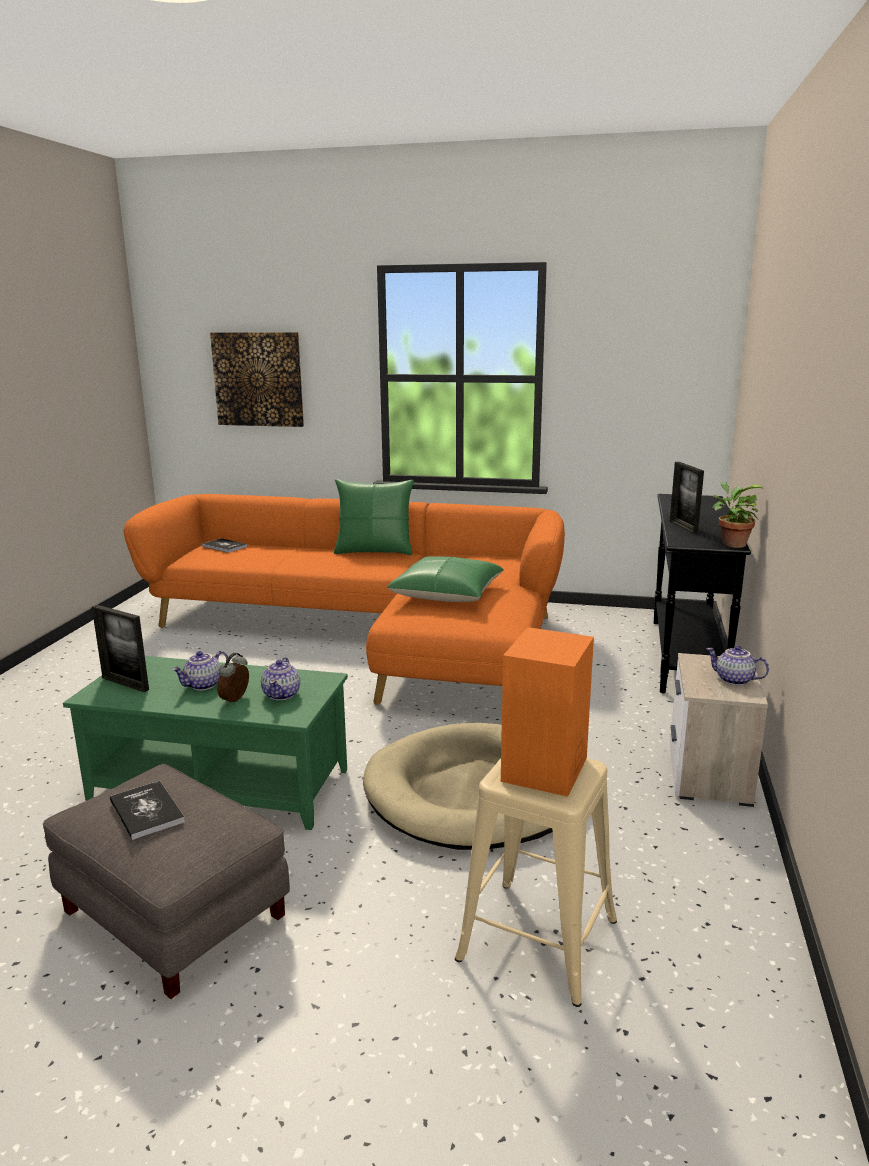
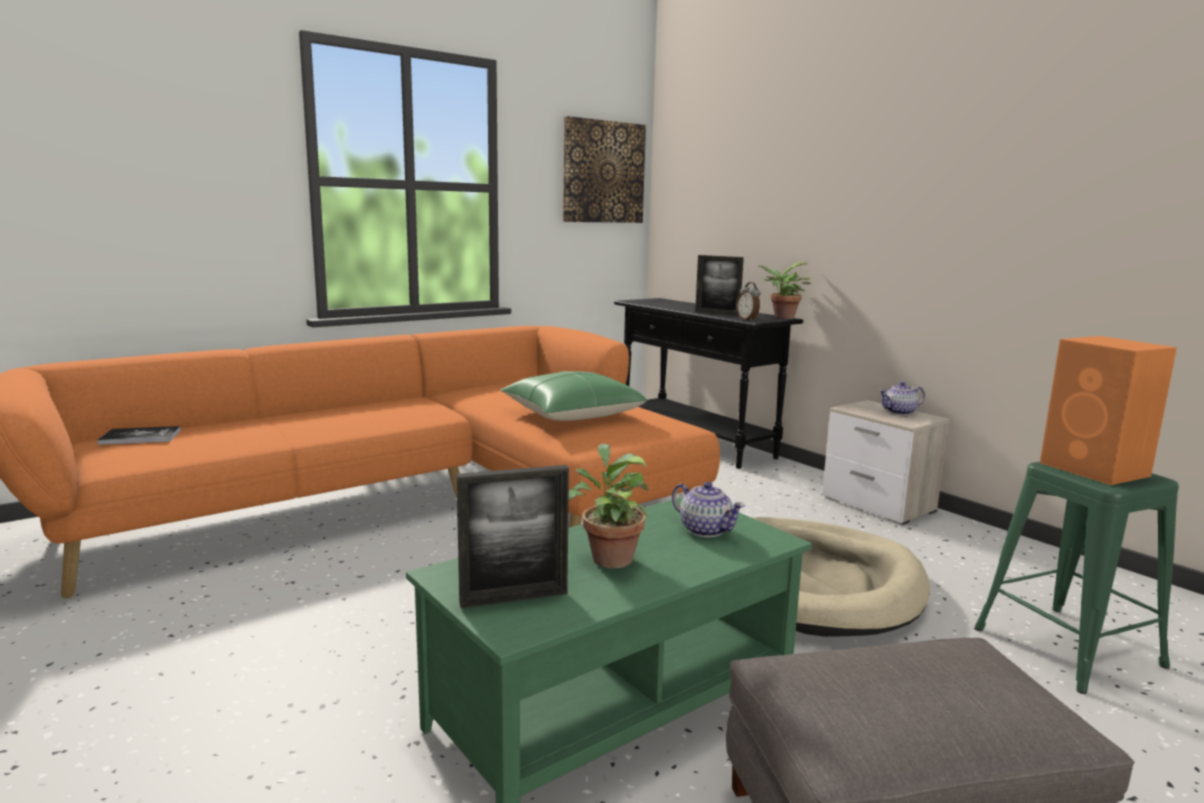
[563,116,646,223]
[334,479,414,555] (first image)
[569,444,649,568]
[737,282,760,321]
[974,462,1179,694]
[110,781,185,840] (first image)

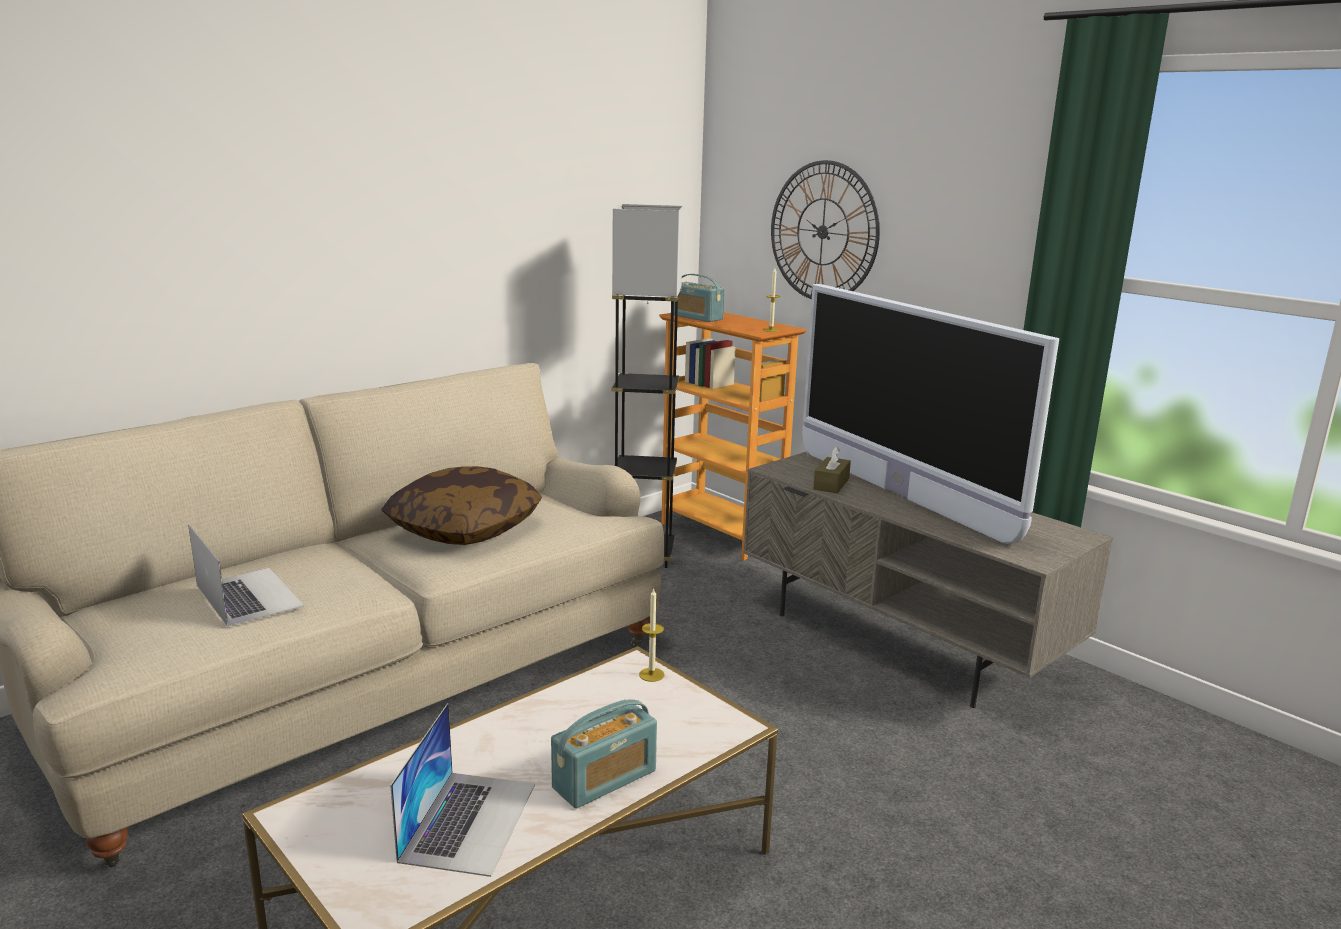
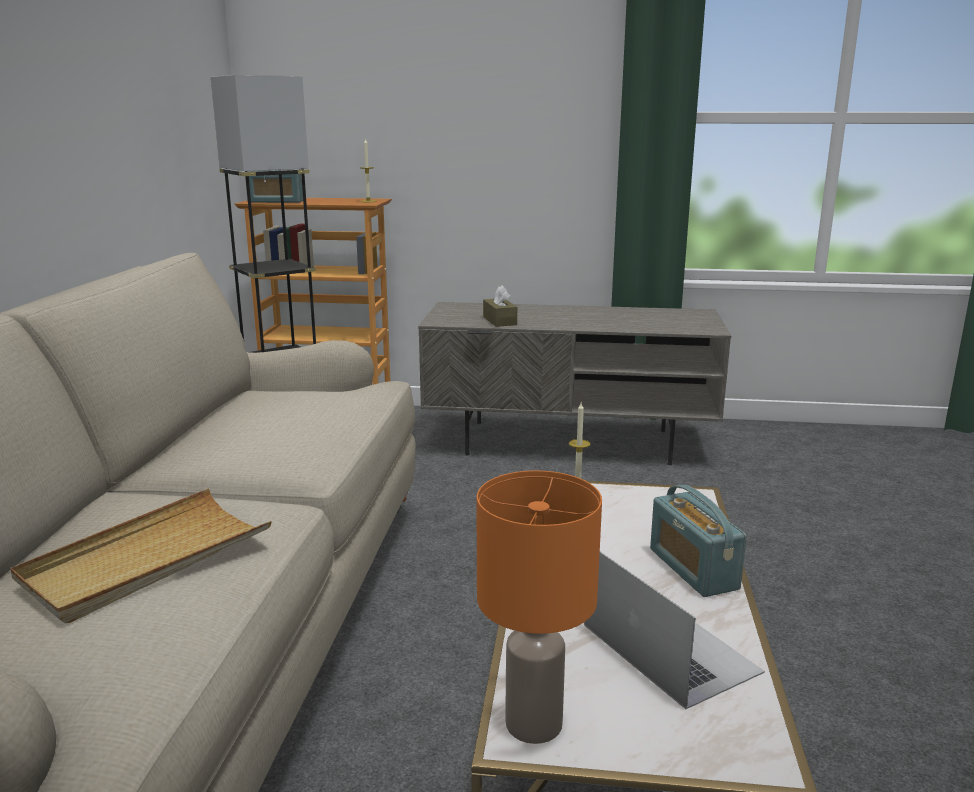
[771,160,880,299] (first image)
[802,284,1059,544] (first image)
[381,466,542,545] (first image)
[10,488,272,623]
[650,485,747,597]
[476,470,602,744]

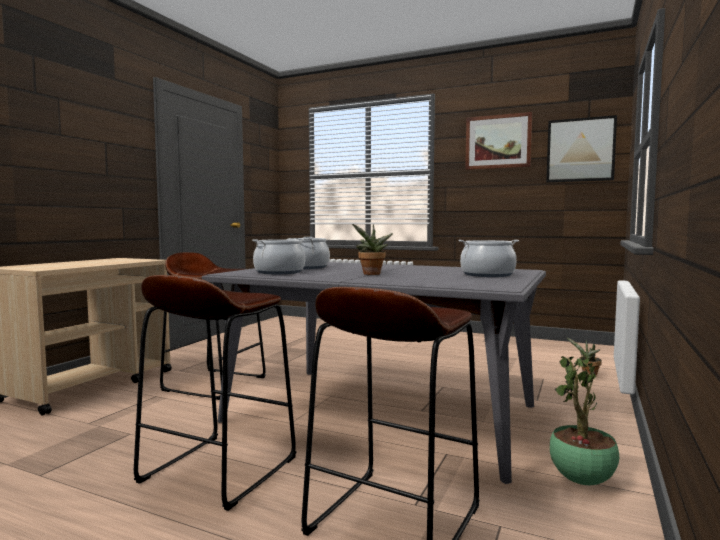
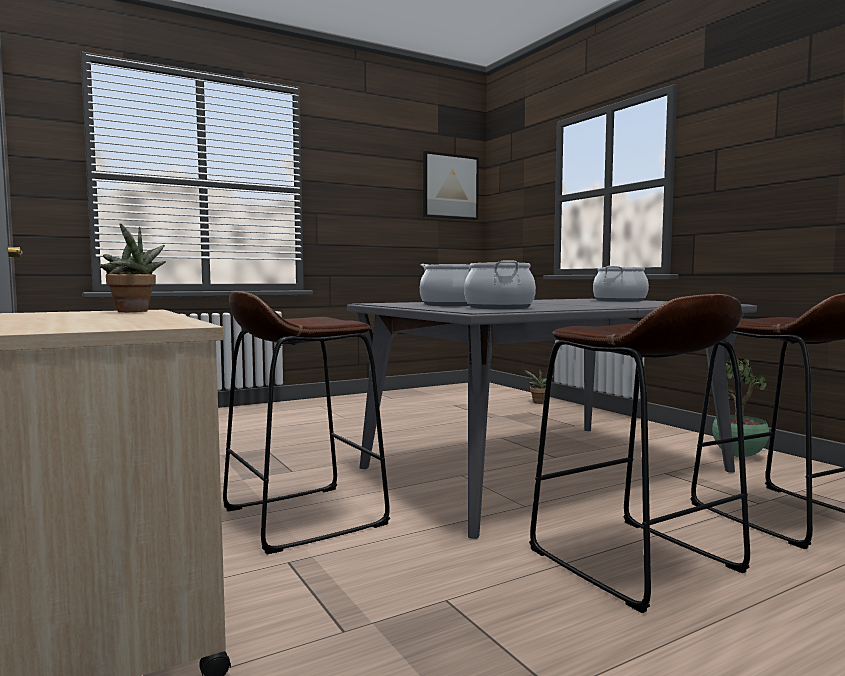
[465,112,532,170] (first image)
[100,223,166,312]

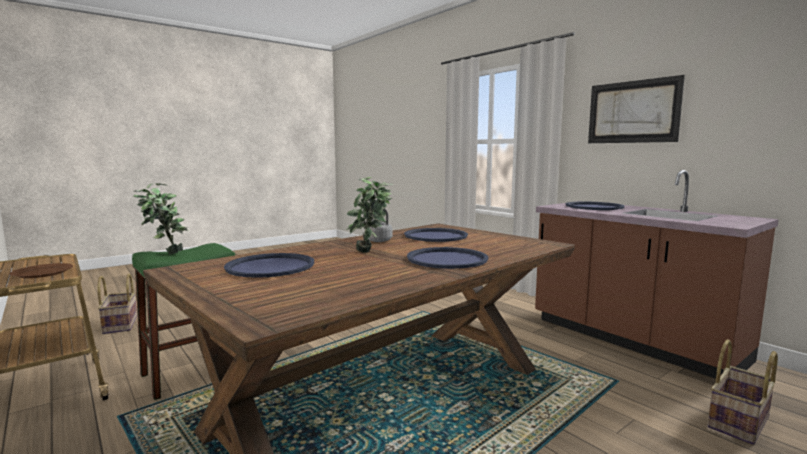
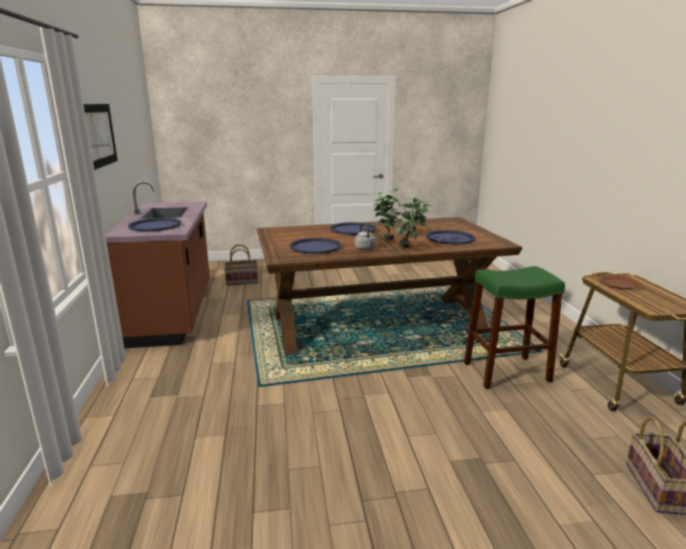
[395,196,431,248]

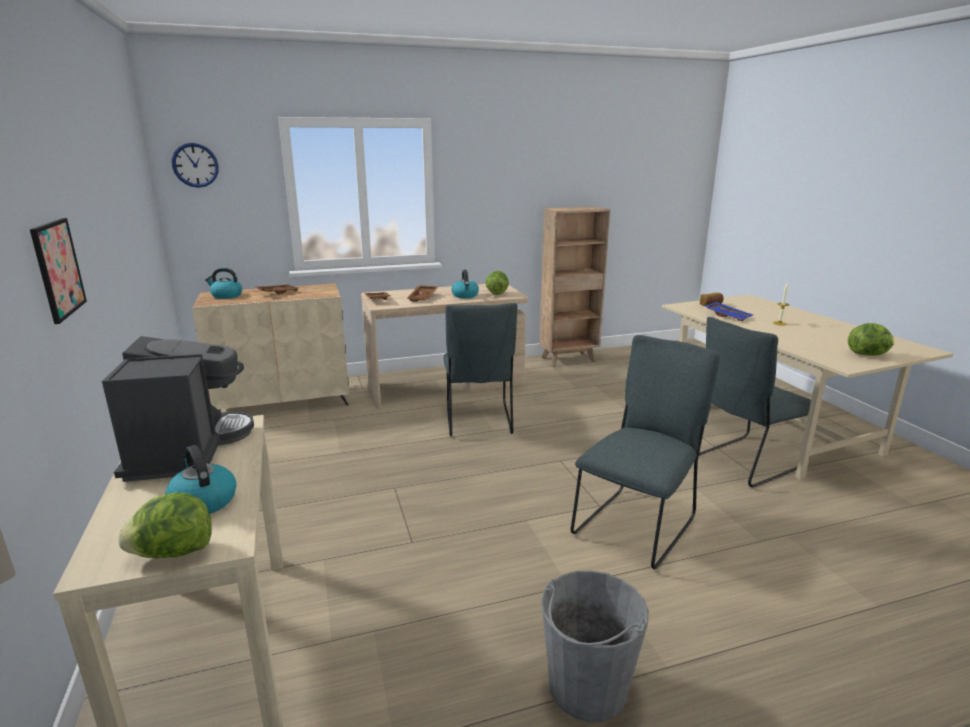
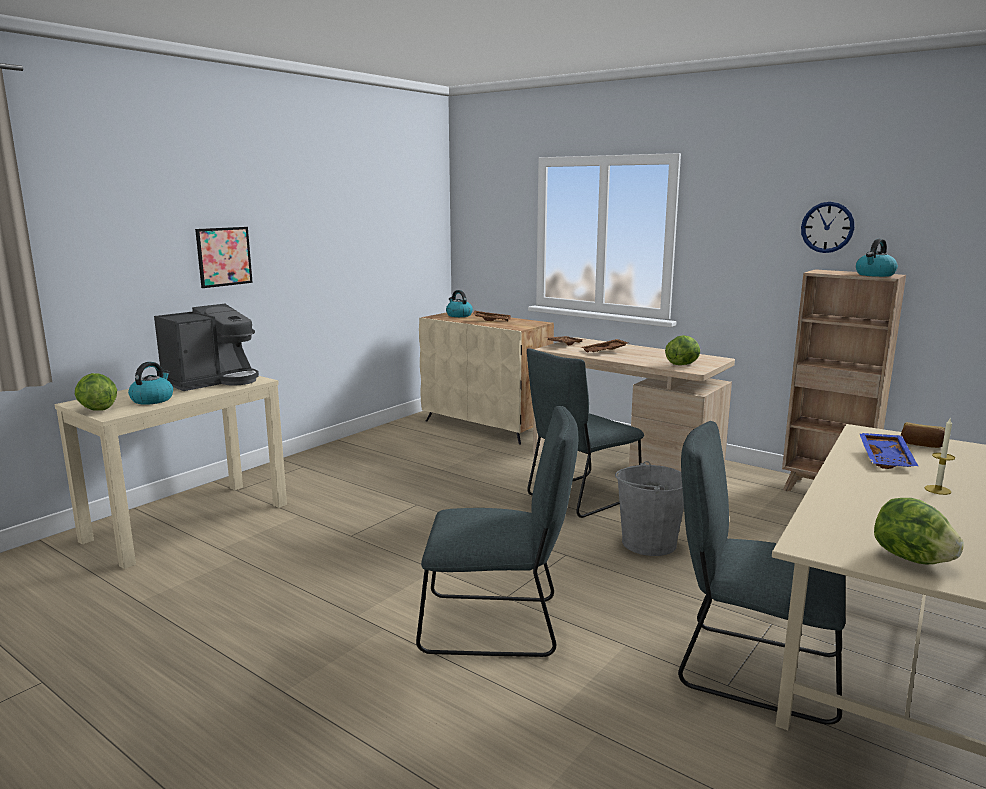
[801,202,855,253]
[856,239,898,277]
[615,461,684,556]

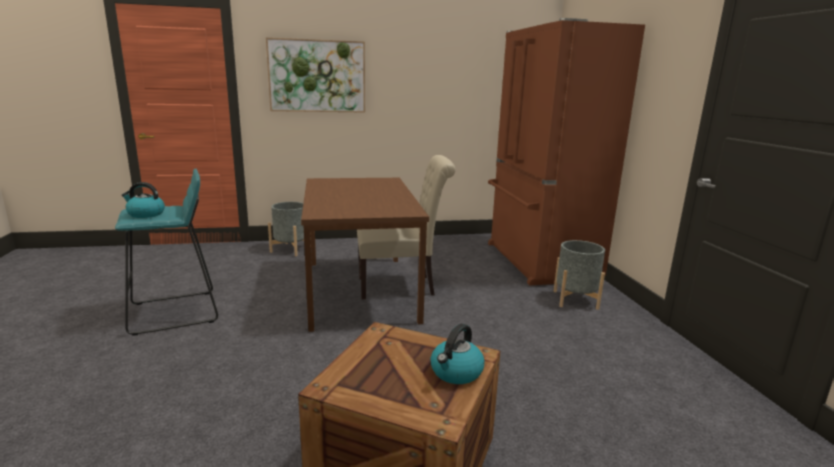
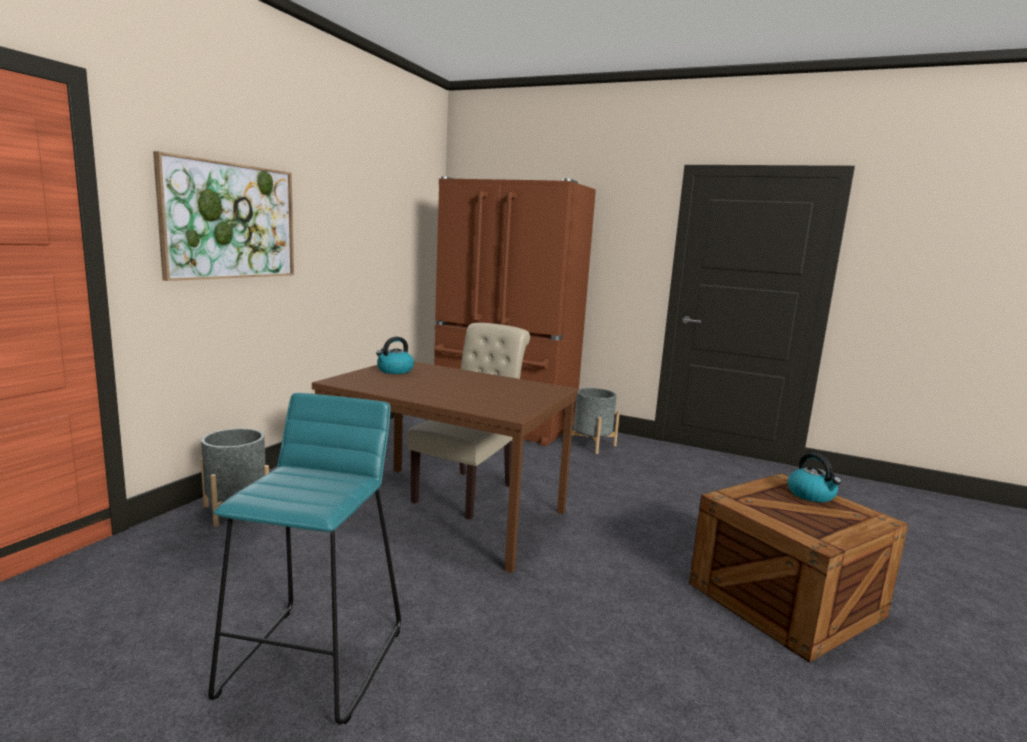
[376,337,414,374]

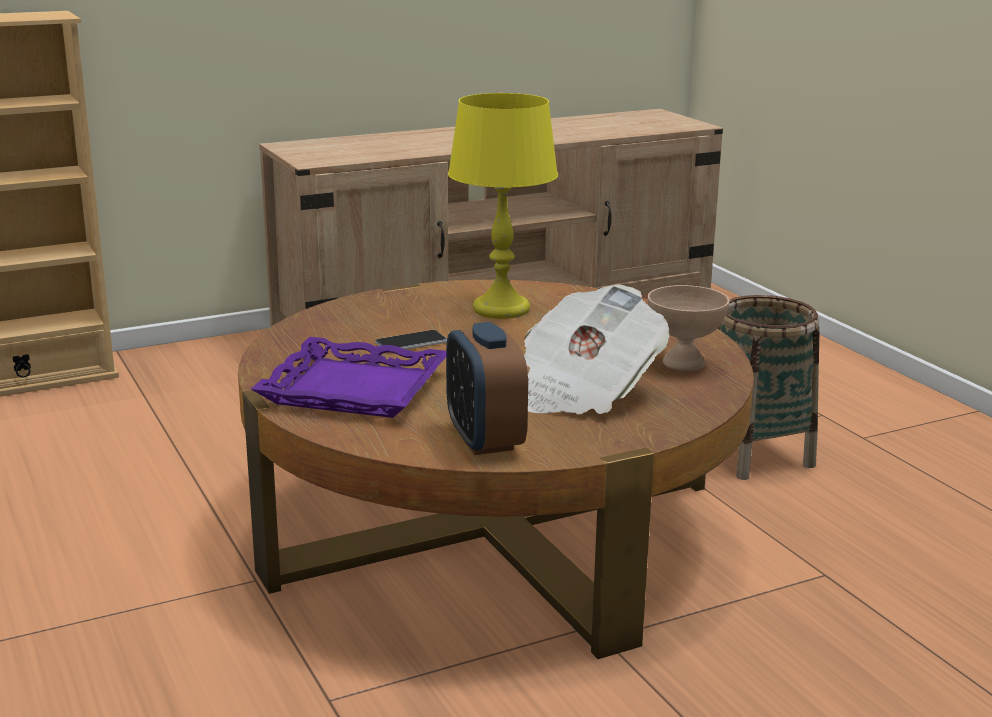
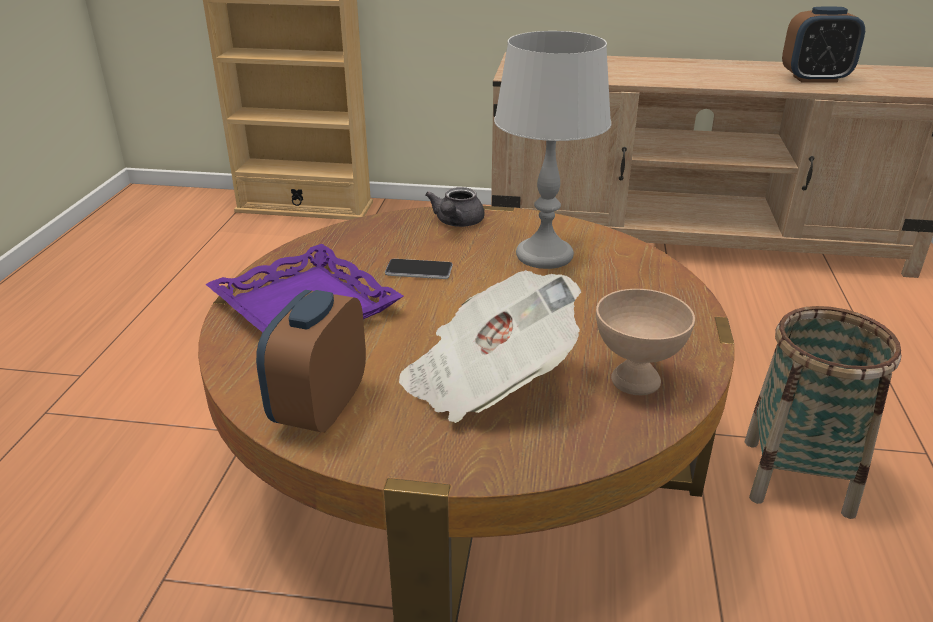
[494,31,611,269]
[782,6,865,83]
[425,187,485,227]

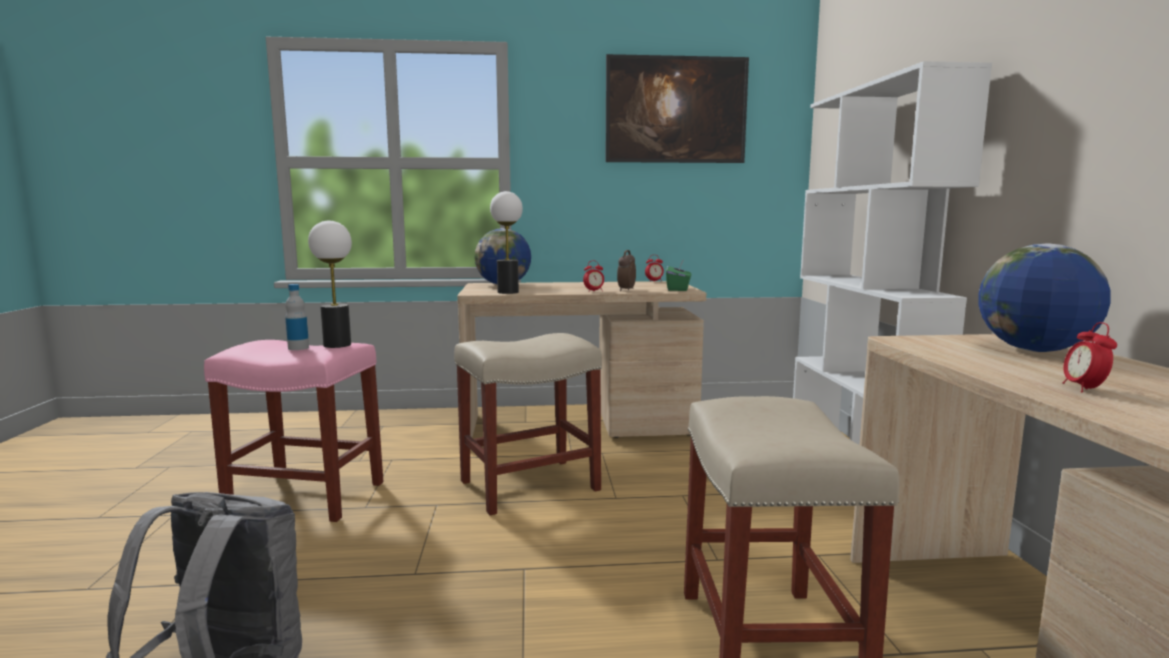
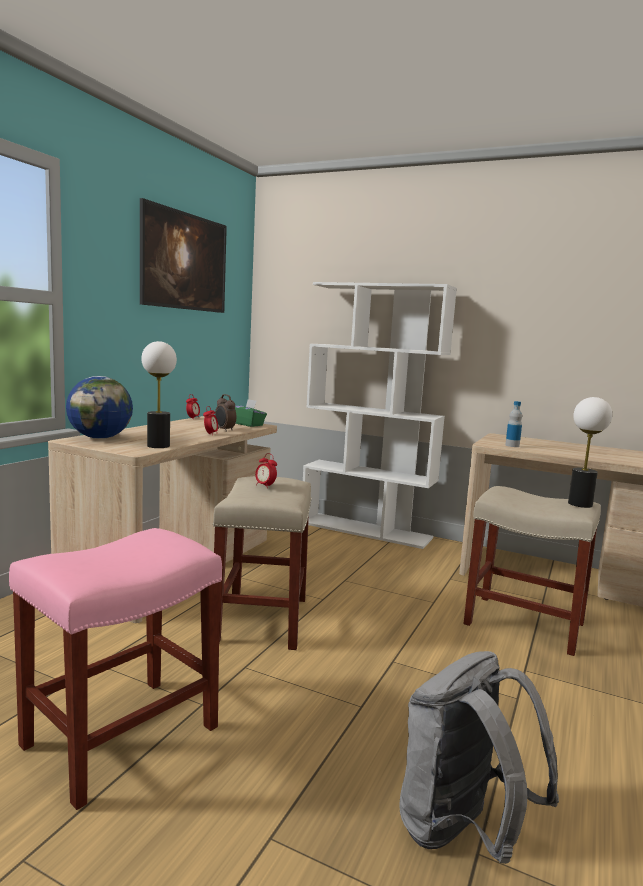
[568,397,612,508]
[978,243,1111,352] (first image)
[505,401,522,447]
[255,453,277,486]

